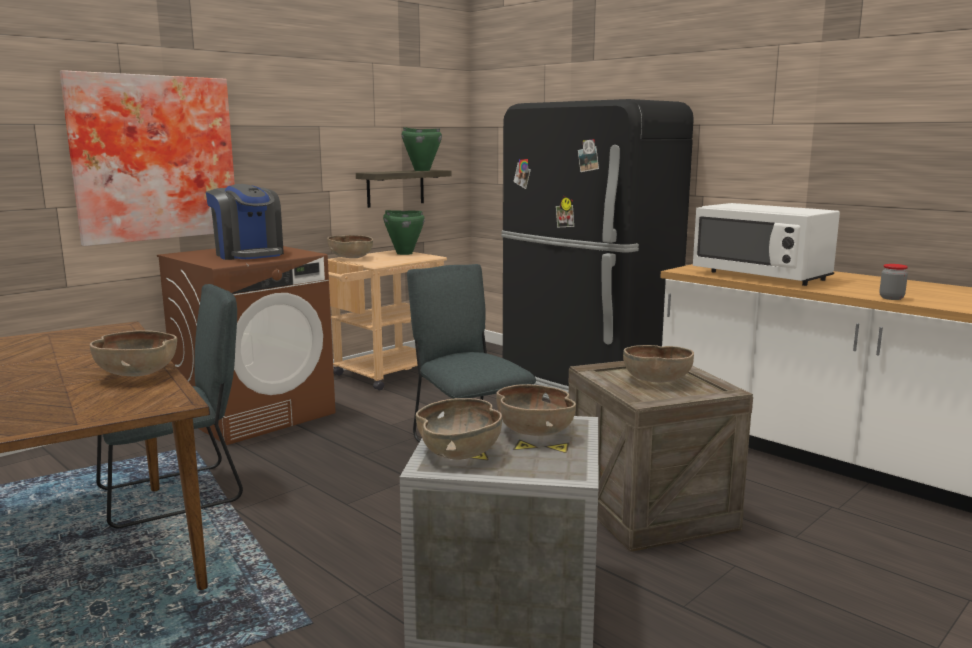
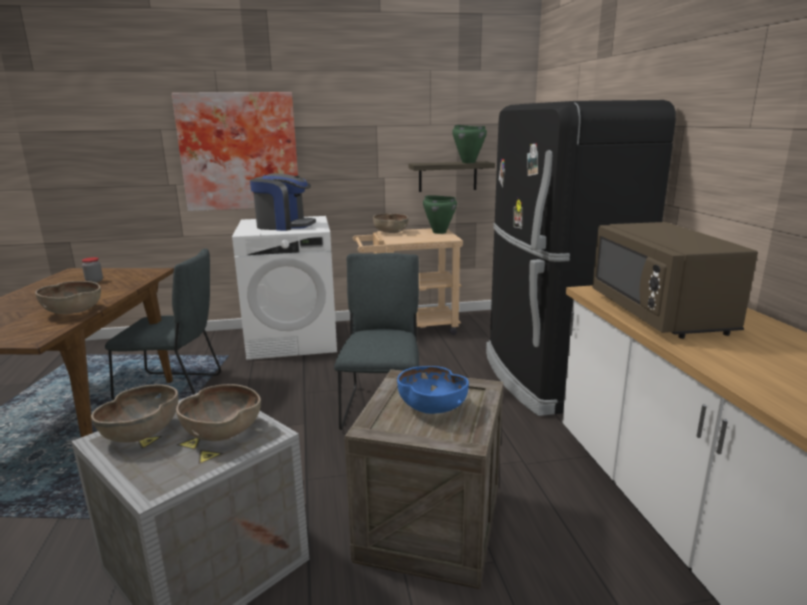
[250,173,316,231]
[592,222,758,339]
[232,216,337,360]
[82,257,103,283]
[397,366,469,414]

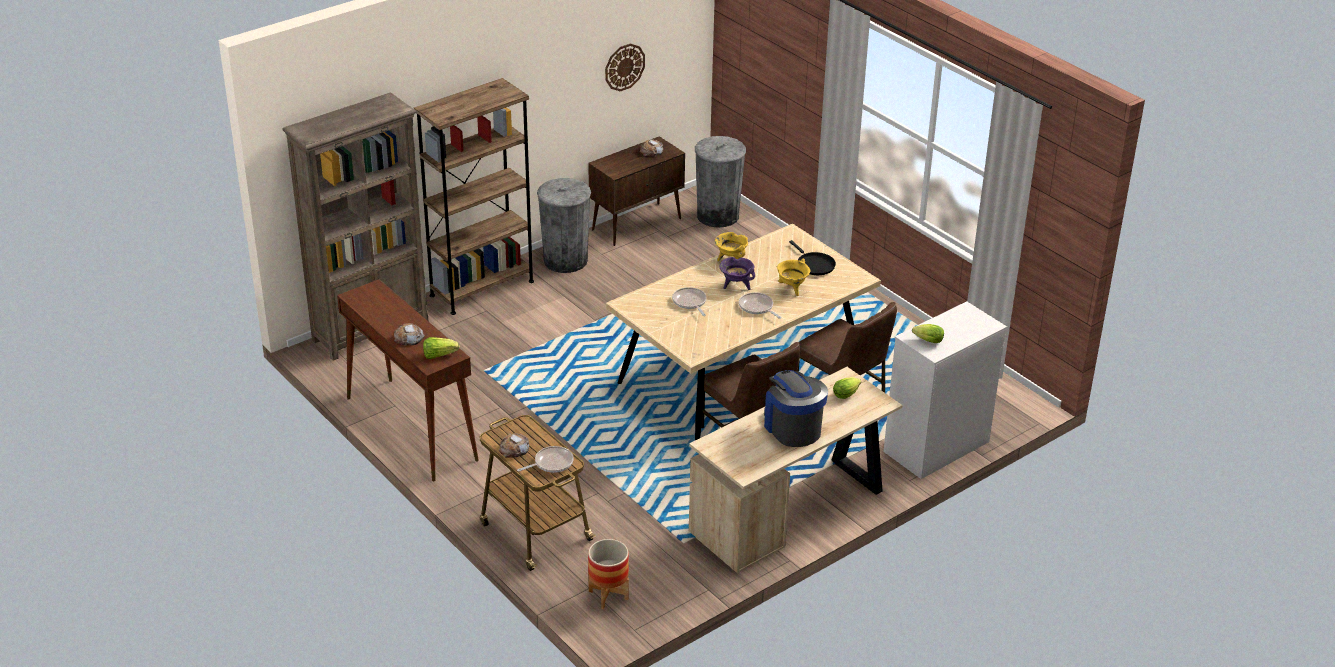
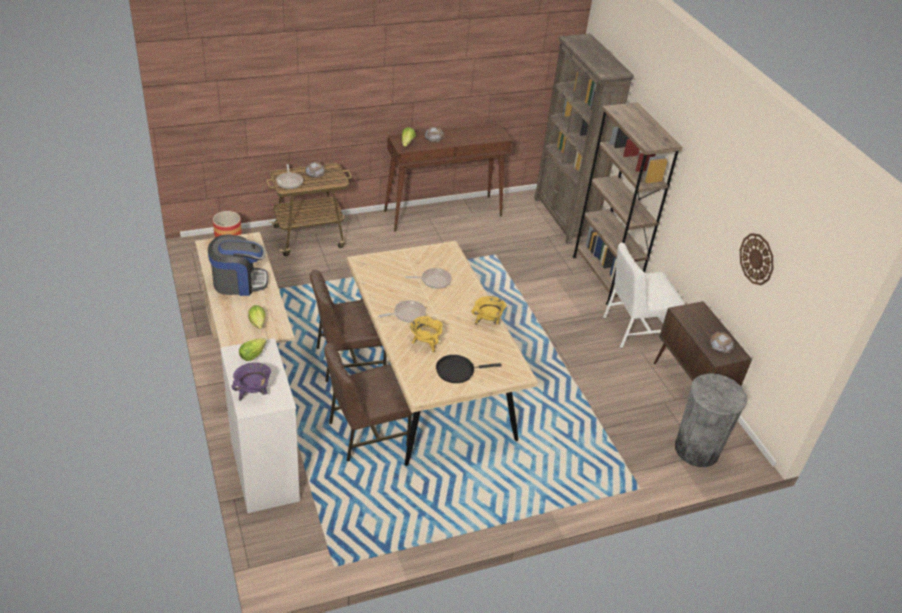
[603,242,685,348]
[231,362,271,401]

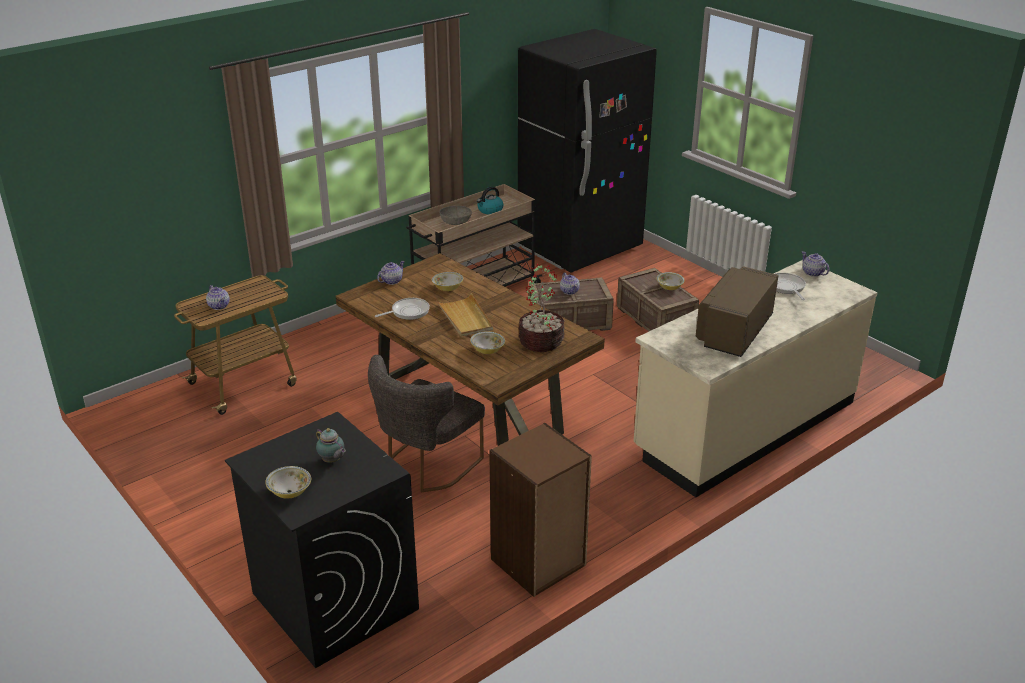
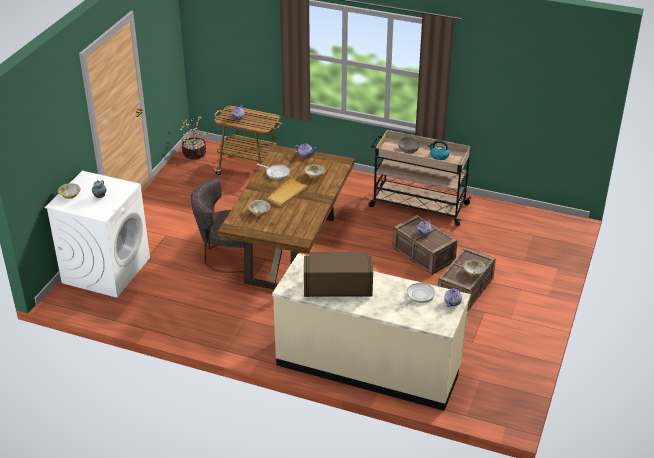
[518,29,657,272] (first image)
[179,116,207,160]
[45,171,150,298]
[489,423,592,597] (first image)

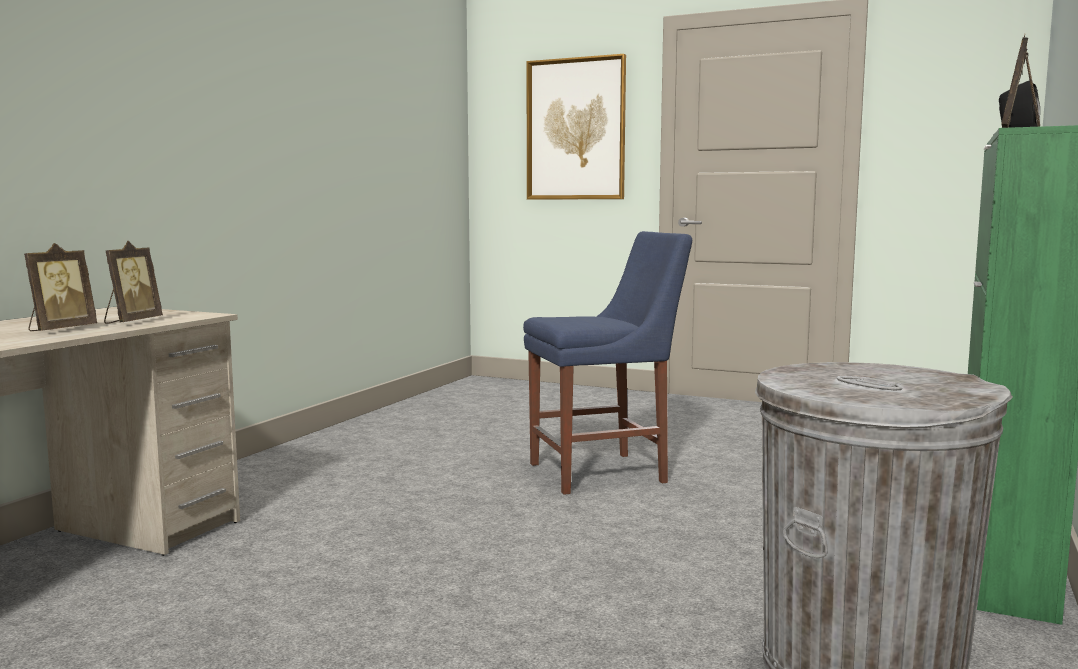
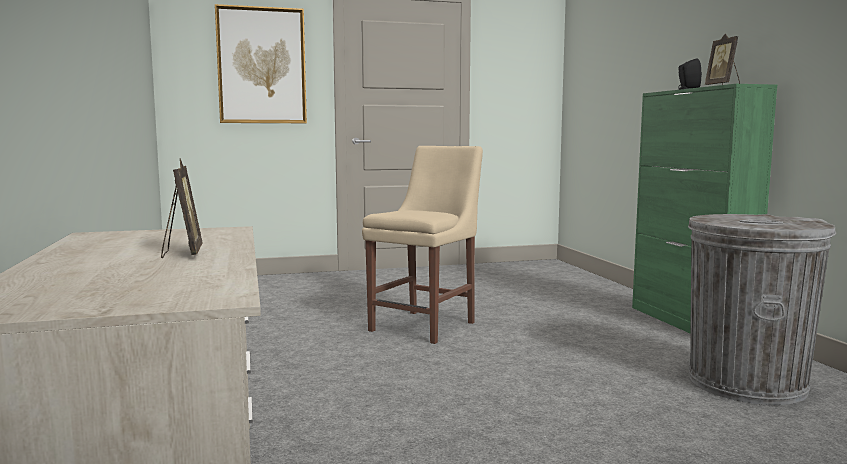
[362,146,483,344]
[104,241,163,324] (first image)

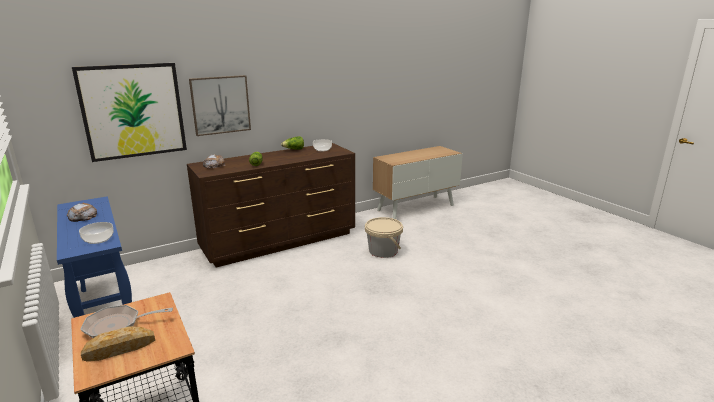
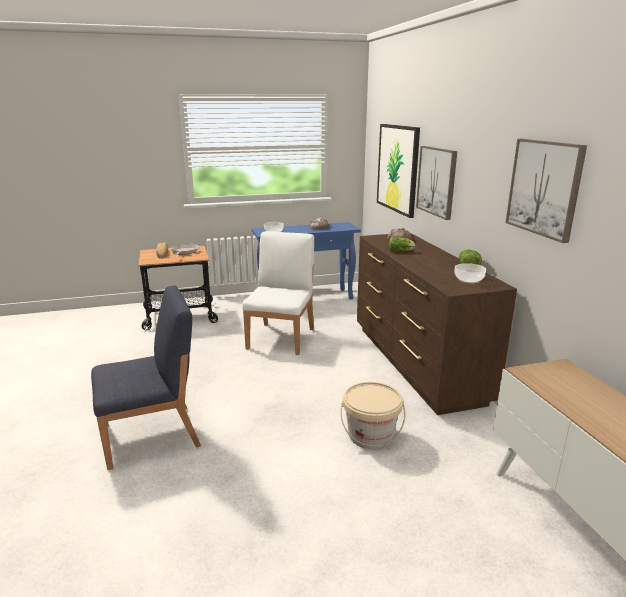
[506,139,587,243]
[242,231,314,355]
[91,285,201,470]

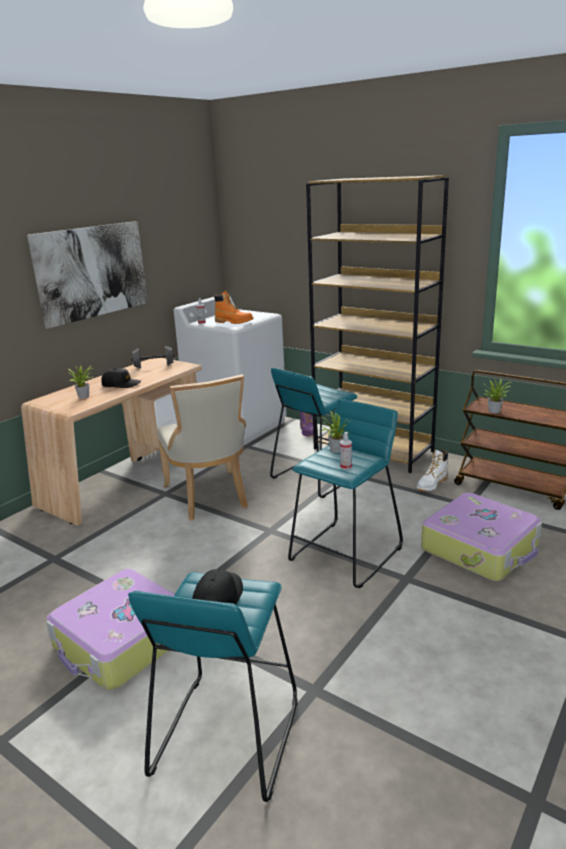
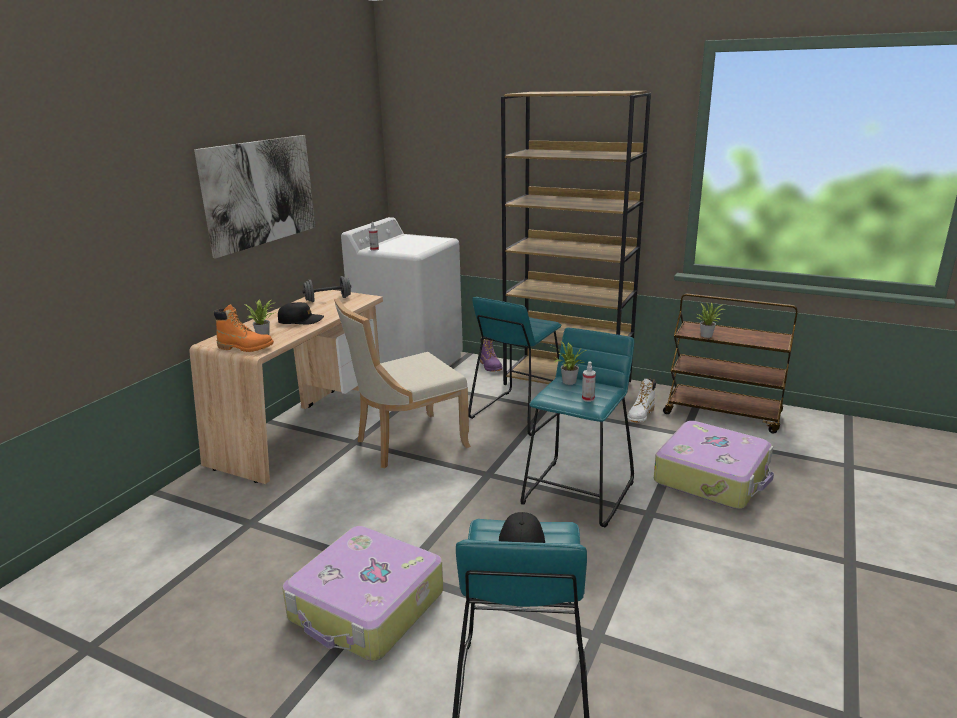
[214,304,274,352]
[334,298,471,468]

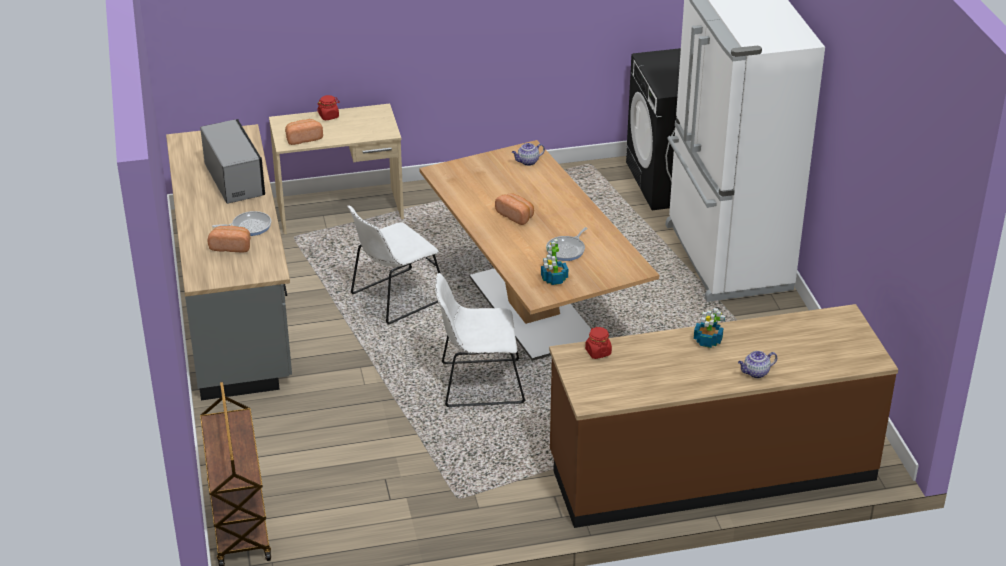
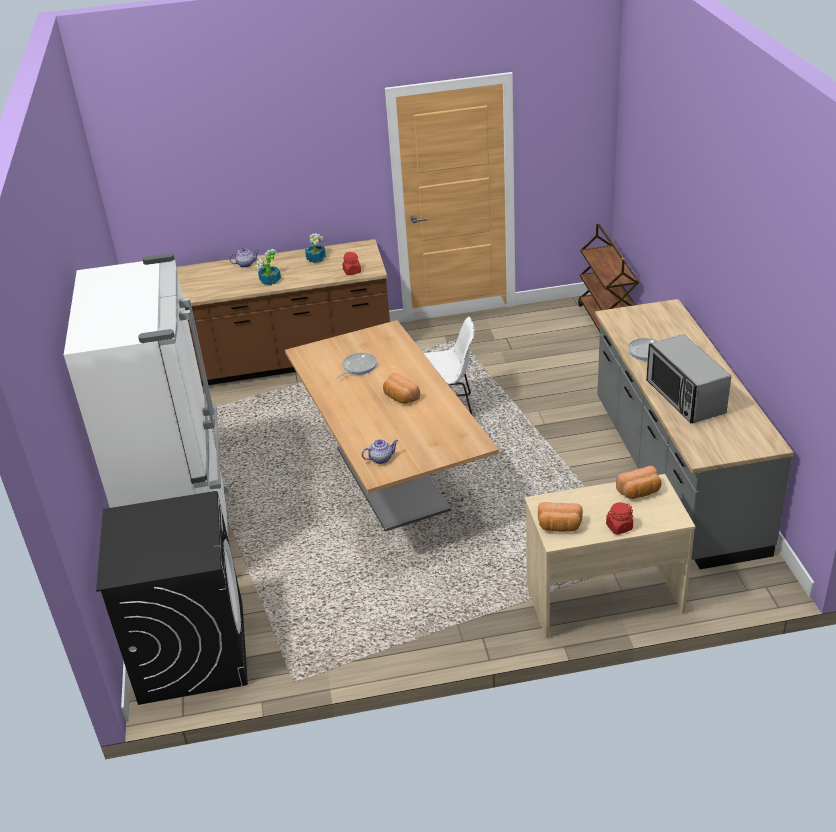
[347,205,441,325] (first image)
[538,502,583,532]
[305,233,326,263]

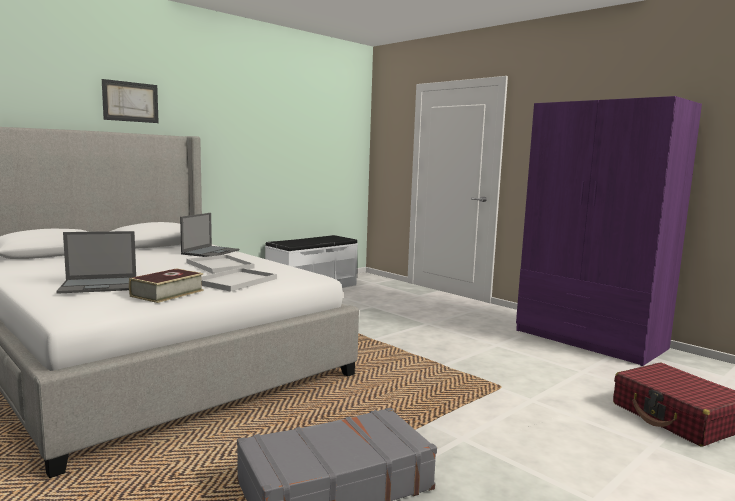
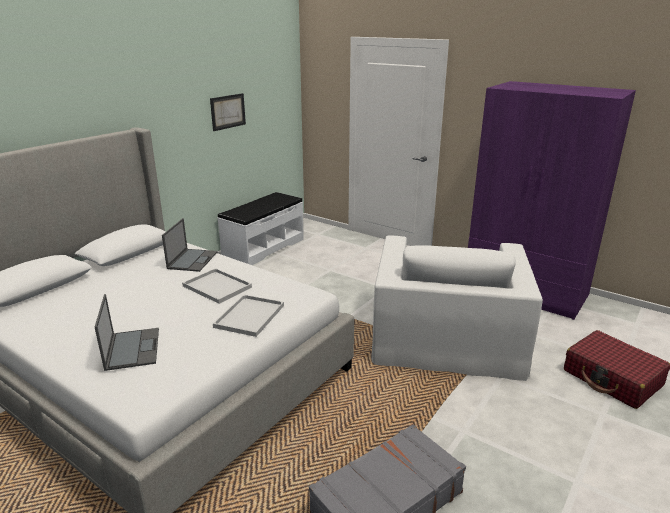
[210,93,246,131]
[95,294,159,371]
[129,268,204,303] (first image)
[371,236,543,381]

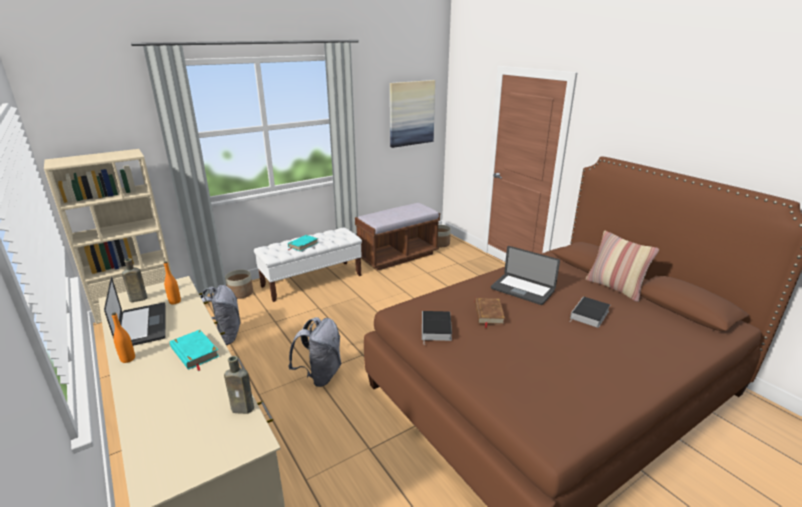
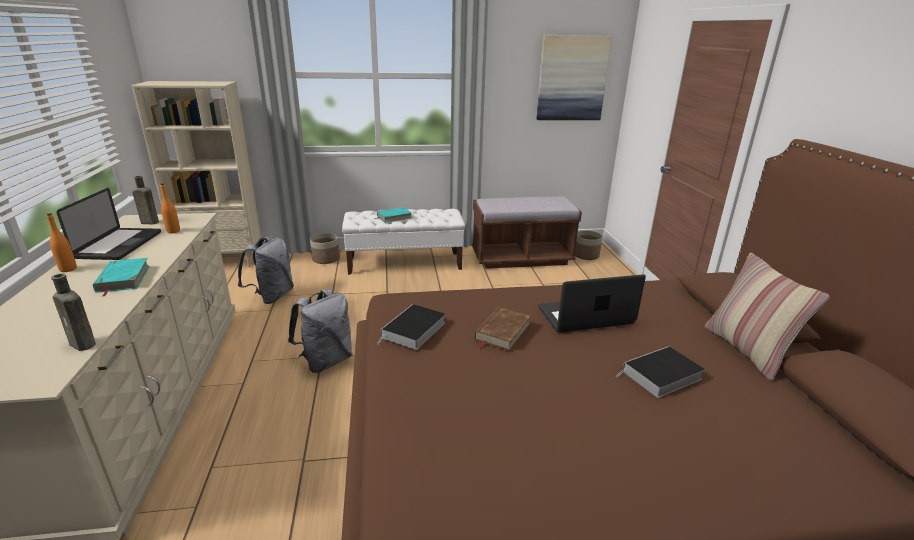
[538,274,646,332]

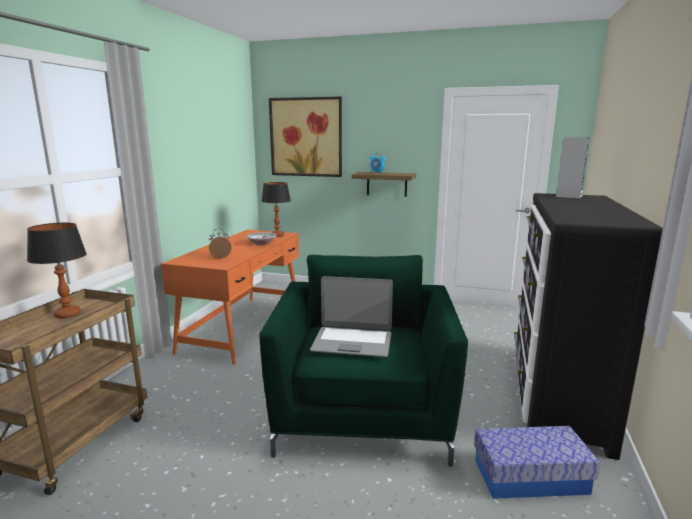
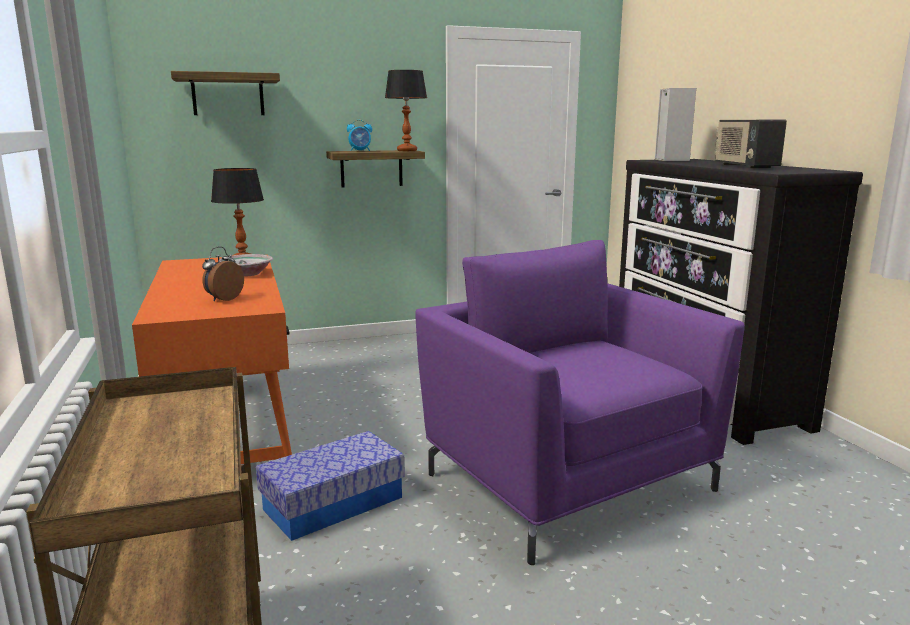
[171,71,280,115]
[385,70,427,151]
[415,240,745,565]
[310,276,393,357] (first image)
[256,431,405,541]
[715,120,787,169]

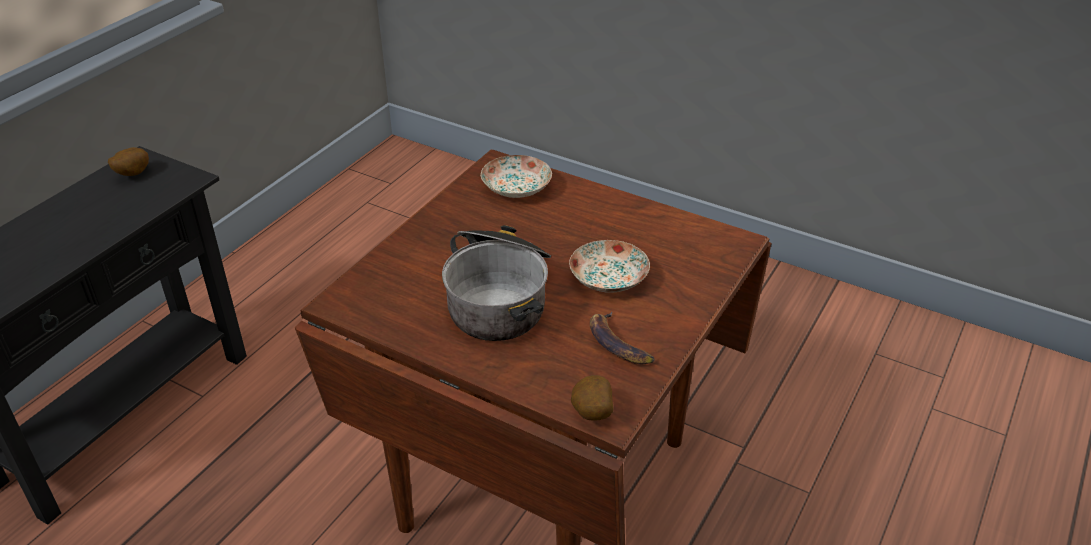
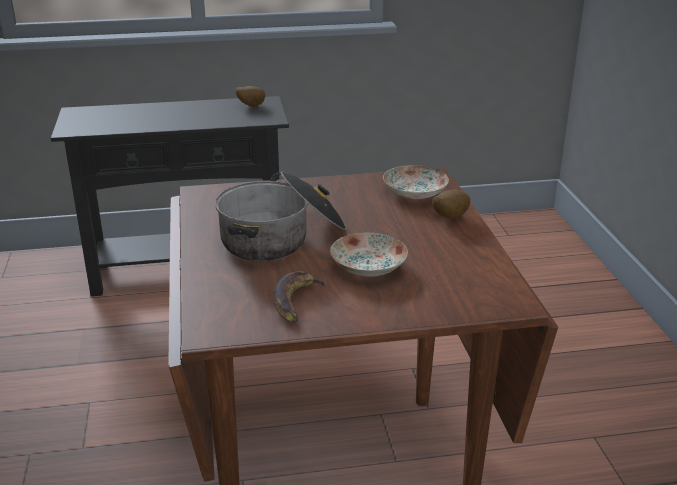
[432,190,470,219]

